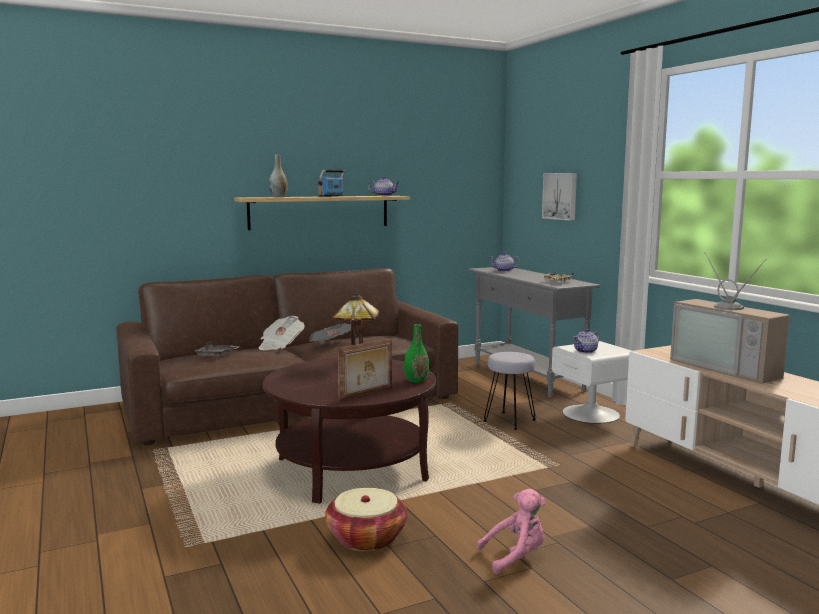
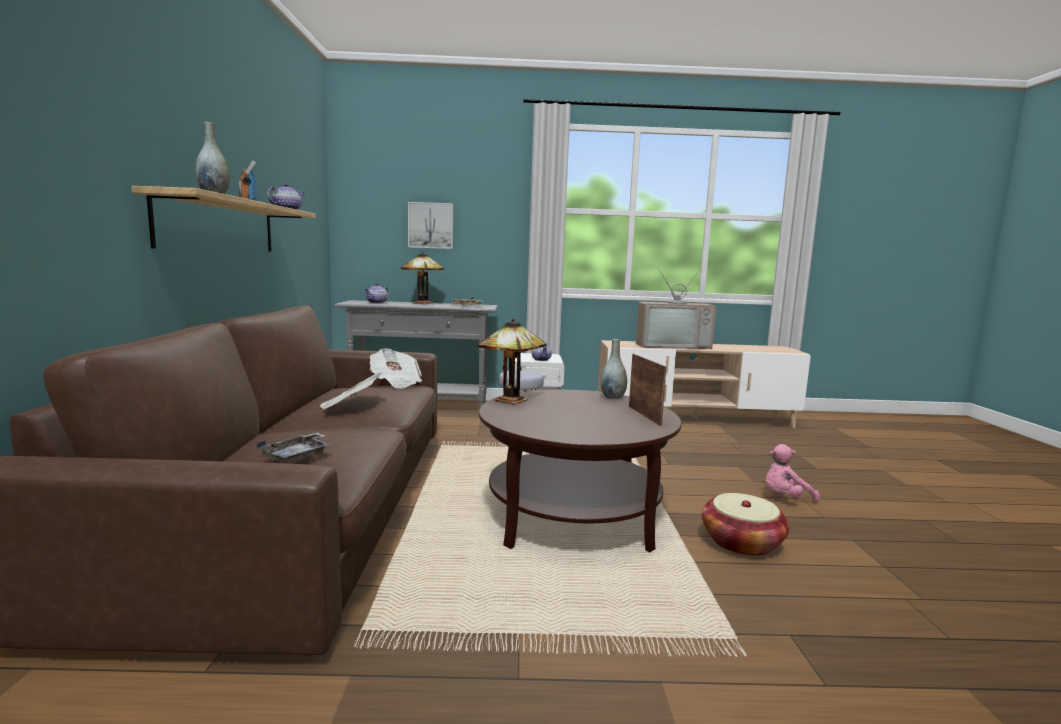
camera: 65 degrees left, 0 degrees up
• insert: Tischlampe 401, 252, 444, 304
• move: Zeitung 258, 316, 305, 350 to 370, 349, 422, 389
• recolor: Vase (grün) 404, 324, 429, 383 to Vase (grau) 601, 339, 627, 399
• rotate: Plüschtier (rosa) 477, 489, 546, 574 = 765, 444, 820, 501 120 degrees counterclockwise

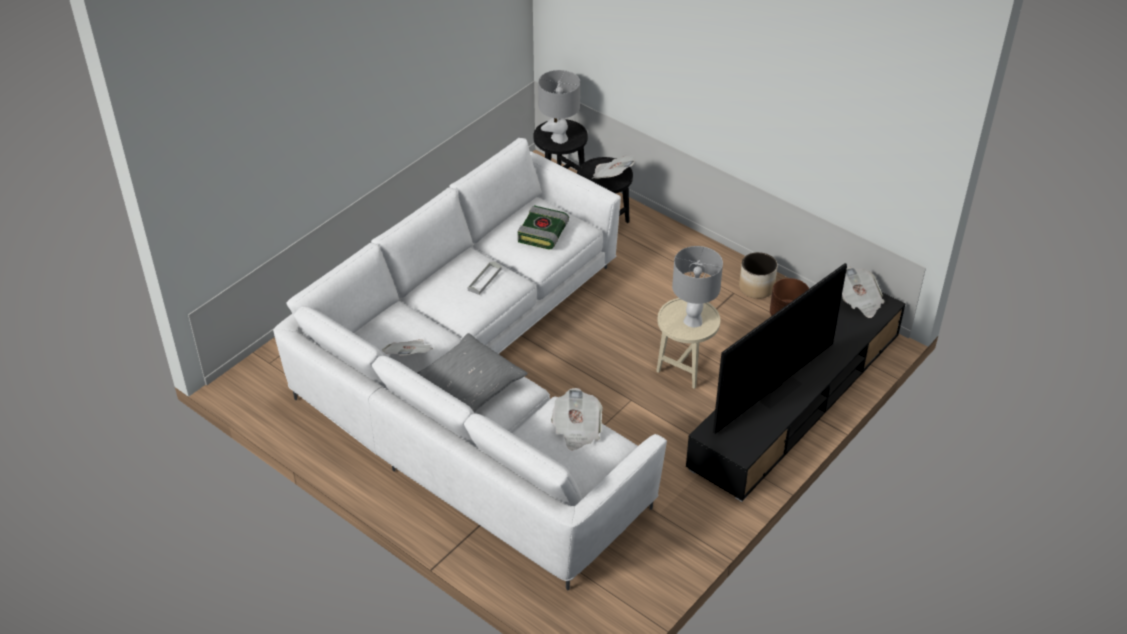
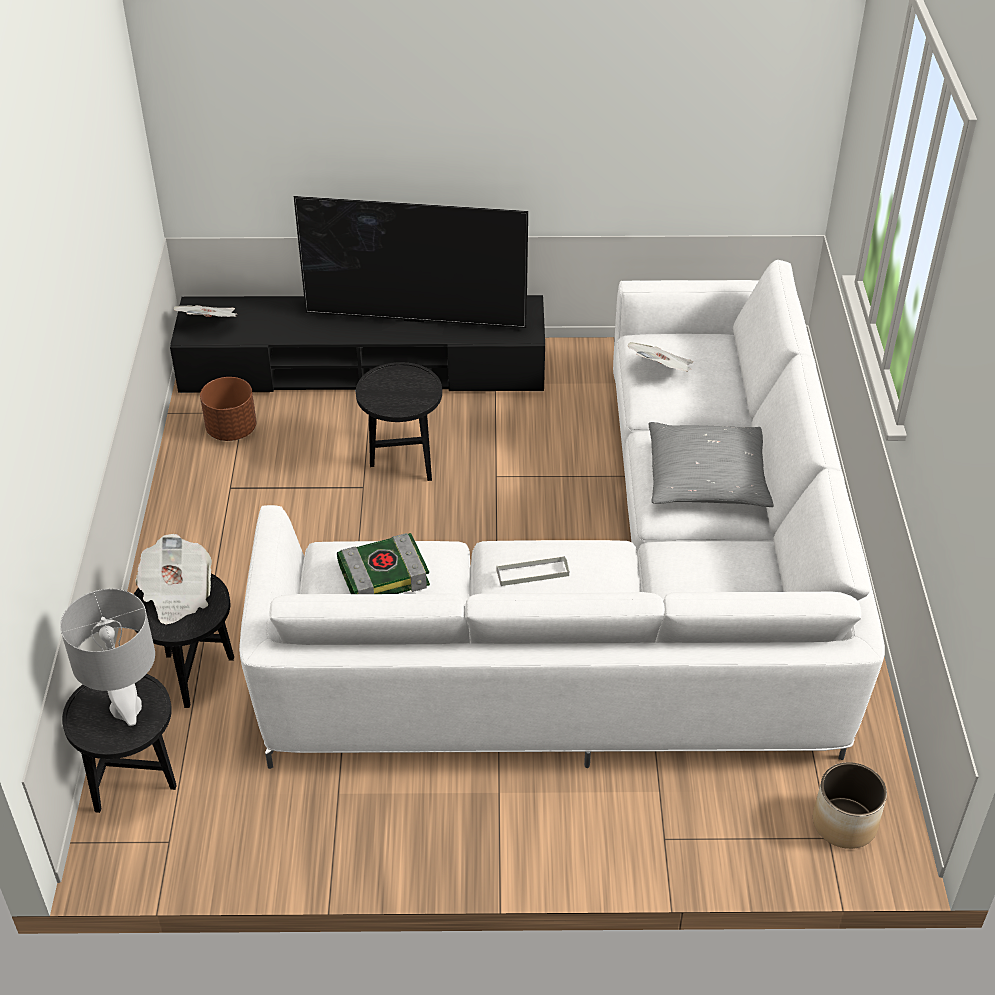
camera: 130 degrees left, 0 degrees up
• delete: Zeitung 382, 339, 433, 356
• delete: Tischlampe (grau) 672, 246, 723, 327
• move: Pflanzkübel 739, 252, 778, 299 to 813, 762, 887, 849
• recolor: Beistelltisch (beige) 656, 298, 720, 389 to Beistelltisch (schwarz) 356, 362, 442, 481

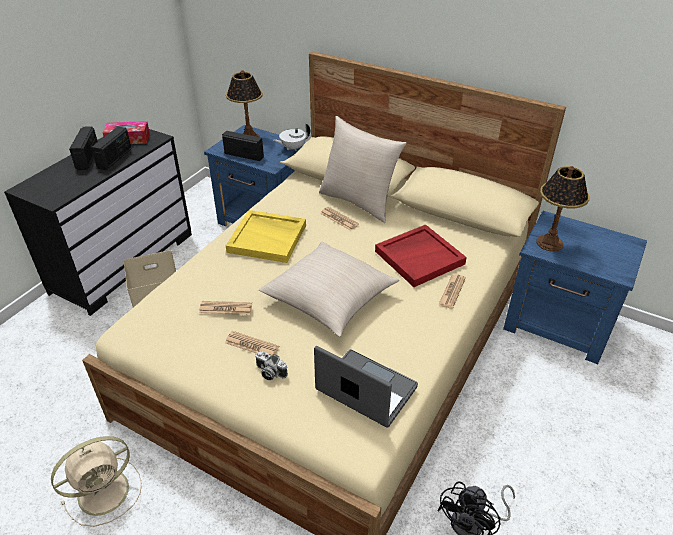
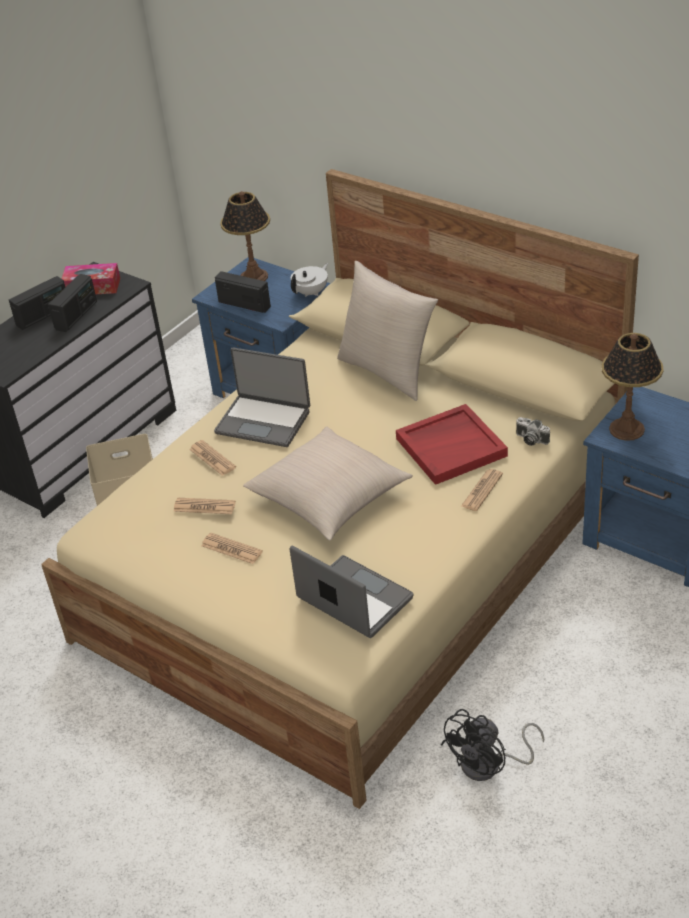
camera: 10 degrees right, 0 degrees up
• delete: Ventilator (beige) 51, 436, 142, 527
• move: Kamera 255, 351, 288, 380 to 516, 417, 550, 446
• move: Zeitung 320, 207, 359, 231 to 189, 440, 236, 476
• replace: Tablett (gelb) 226, 210, 306, 263 to Laptop 214, 348, 310, 447
• rotate: Radio 69, 126, 98, 170 = 9, 276, 65, 330 45 degrees clockwise
• rotate: Teekanne (weiß) 274, 123, 310, 151 = 291, 263, 328, 297 150 degrees clockwise

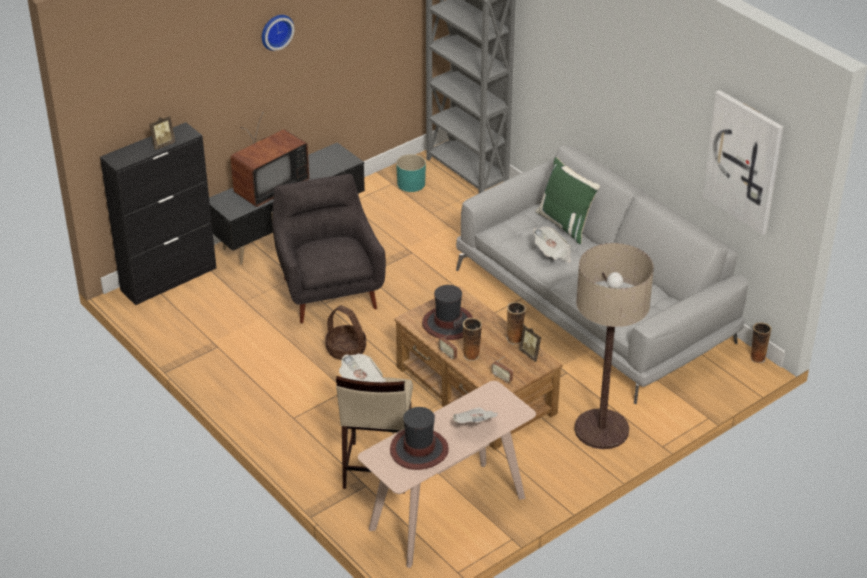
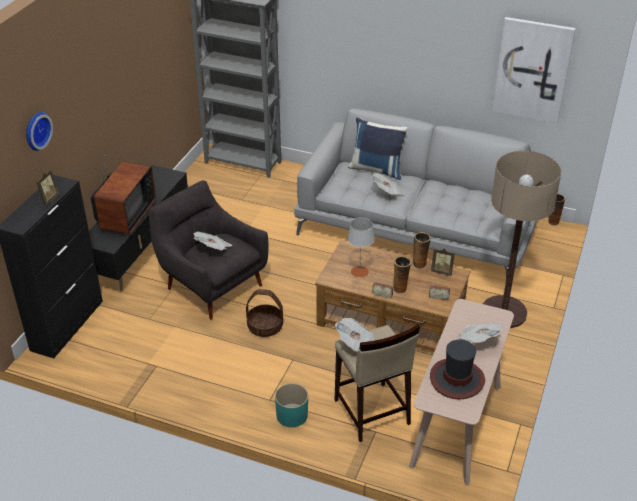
camera: 30 degrees left, 0 degrees up
• insert: Zeitung 193, 232, 233, 250
• move: Wanduhr 262, 15, 294, 51 to 26, 112, 53, 151
• move: Pflanzkübel (türkis) 396, 154, 426, 192 to 275, 383, 308, 427
• replace: Hut 422, 285, 473, 340 to Tischlampe (grau) 348, 217, 375, 278
• recolor: Kissen (grün) 536, 157, 600, 244 to Kissen (blau) 348, 118, 408, 180

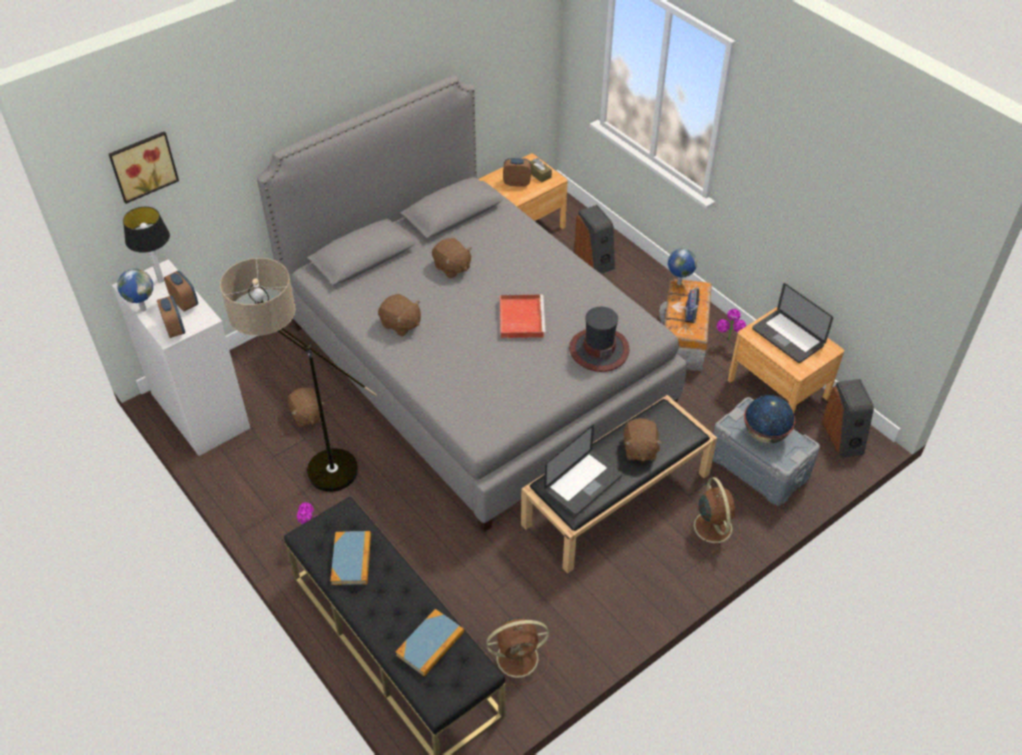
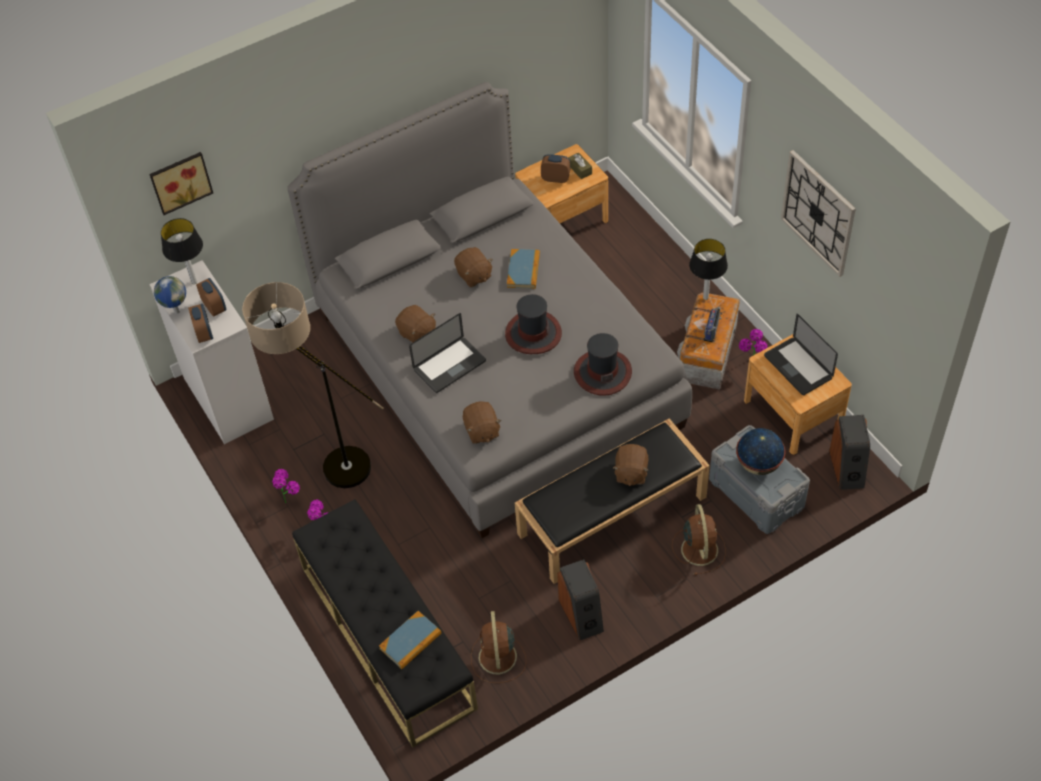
camera: 10 degrees right, 5 degrees up
• insert: Topfpflanze 272, 469, 300, 503
• insert: Wanduhr 781, 150, 856, 277
• move: Plüschtier (braun) 288, 388, 324, 427 to 463, 401, 501, 444
• move: Buch 331, 531, 371, 585 to 507, 249, 540, 289
• move: Laptop 544, 424, 622, 515 to 409, 313, 486, 393
• move: Lautsprecher 574, 205, 615, 274 to 557, 559, 604, 640
• replace: Tablett (rot) 500, 295, 546, 338 to Hut 505, 294, 562, 354
• replace: Globus 668, 248, 697, 285 to Tischlampe 689, 239, 728, 300
• rotate: Ventilator (braun) 485, 617, 549, 686 = 471, 611, 527, 683 90 degrees clockwise

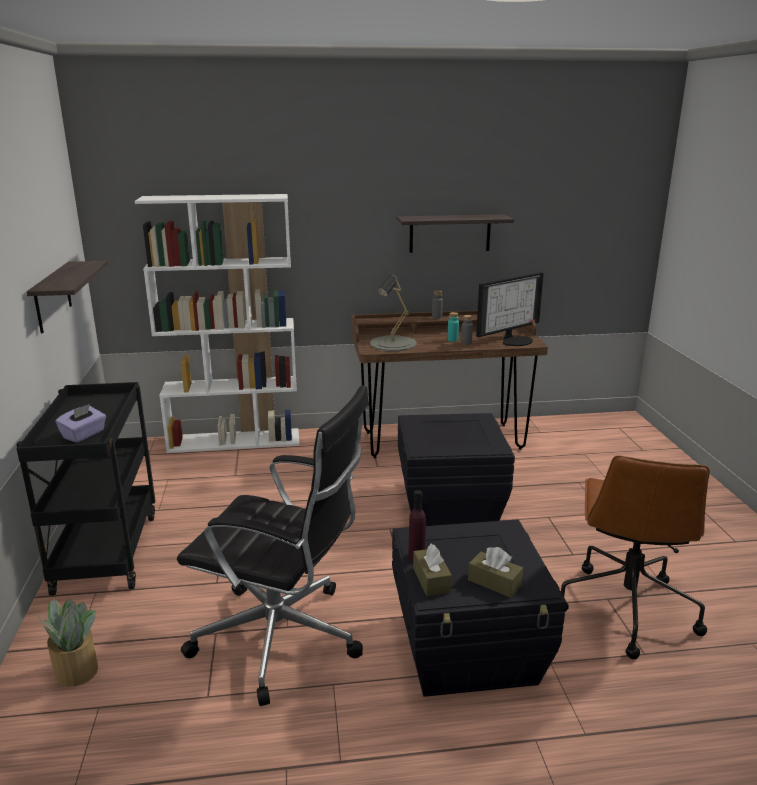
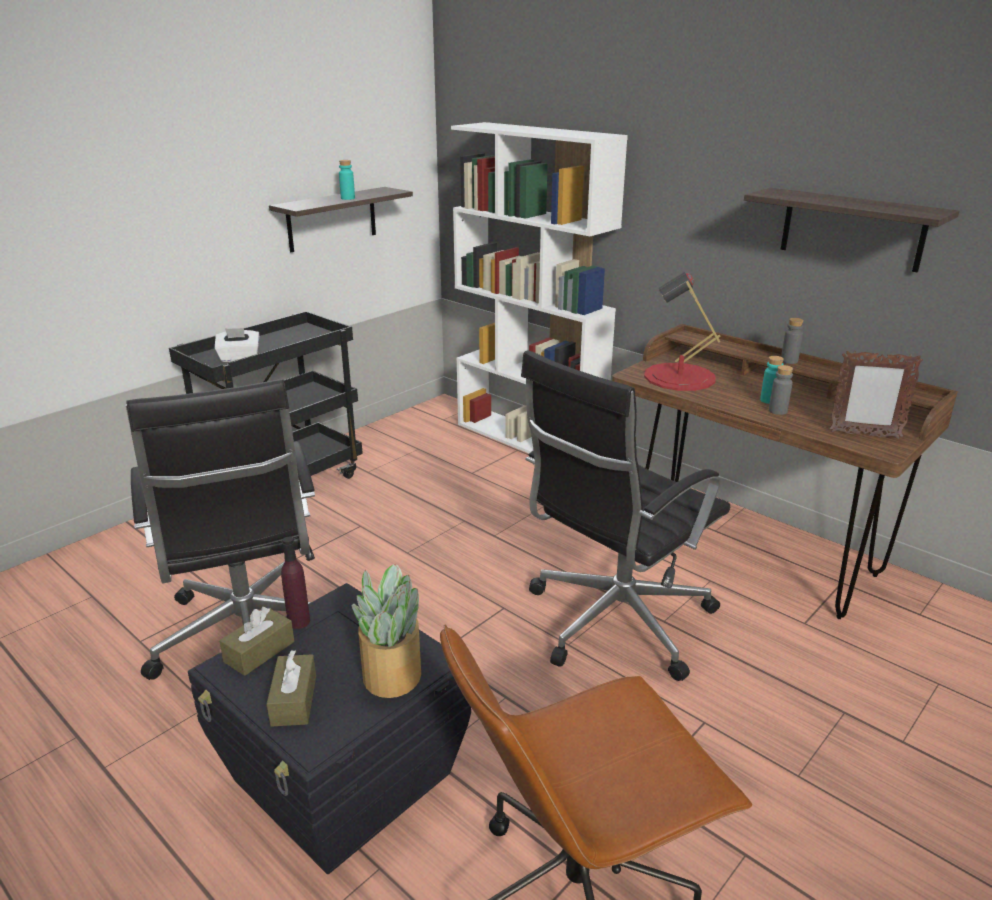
camera: 50 degrees right, 5 degrees up
• insert: Flasche (türkis) 339, 160, 355, 200
• move: Topfpflanze 36, 599, 98, 687 to 352, 564, 421, 698
• replace: Aufbewahrungsbox (schwarz) 398, 413, 515, 526 to Bürostuhl (schwarz) 521, 350, 730, 681
• replace: Monitor 476, 272, 544, 346 to Bilderrahmen 829, 351, 923, 439
• recolor: Taschentuchbox (lila) 55, 404, 106, 442 to Taschentuchbox (weiß) 215, 328, 260, 362
• recolor: Tischlampe (grau) 370, 275, 417, 351 to Tischlampe (rot) 644, 272, 720, 391

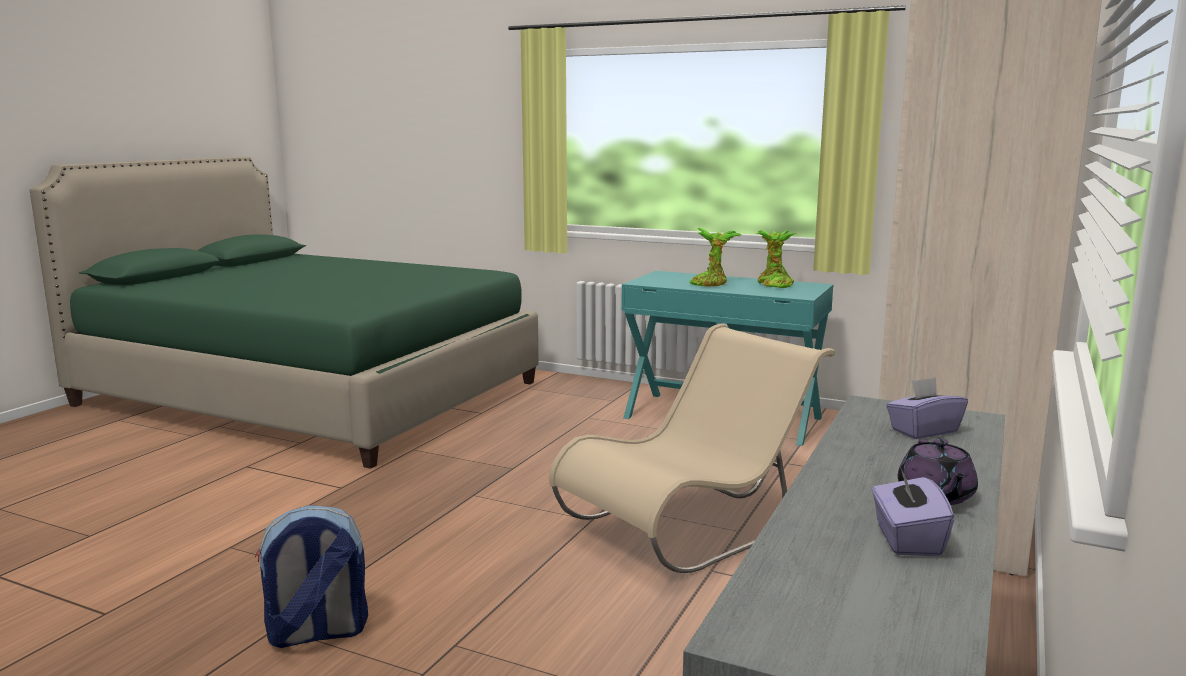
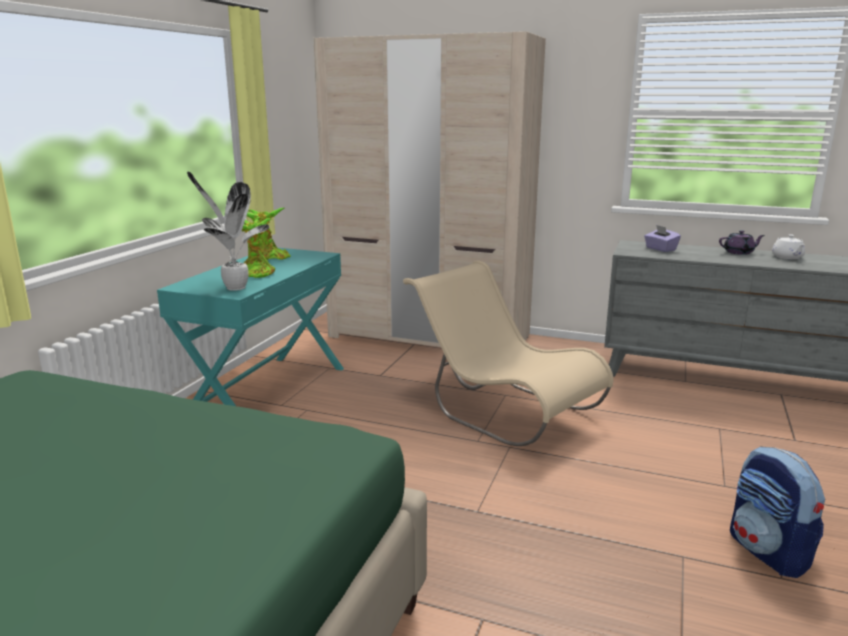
camera: 95 degrees left, 5 degrees up
• insert: Topfpflanze 187, 172, 269, 291
• replace: Taschentuchbox (lila) 872, 467, 954, 556 to Teekanne (weiß) 772, 234, 805, 259

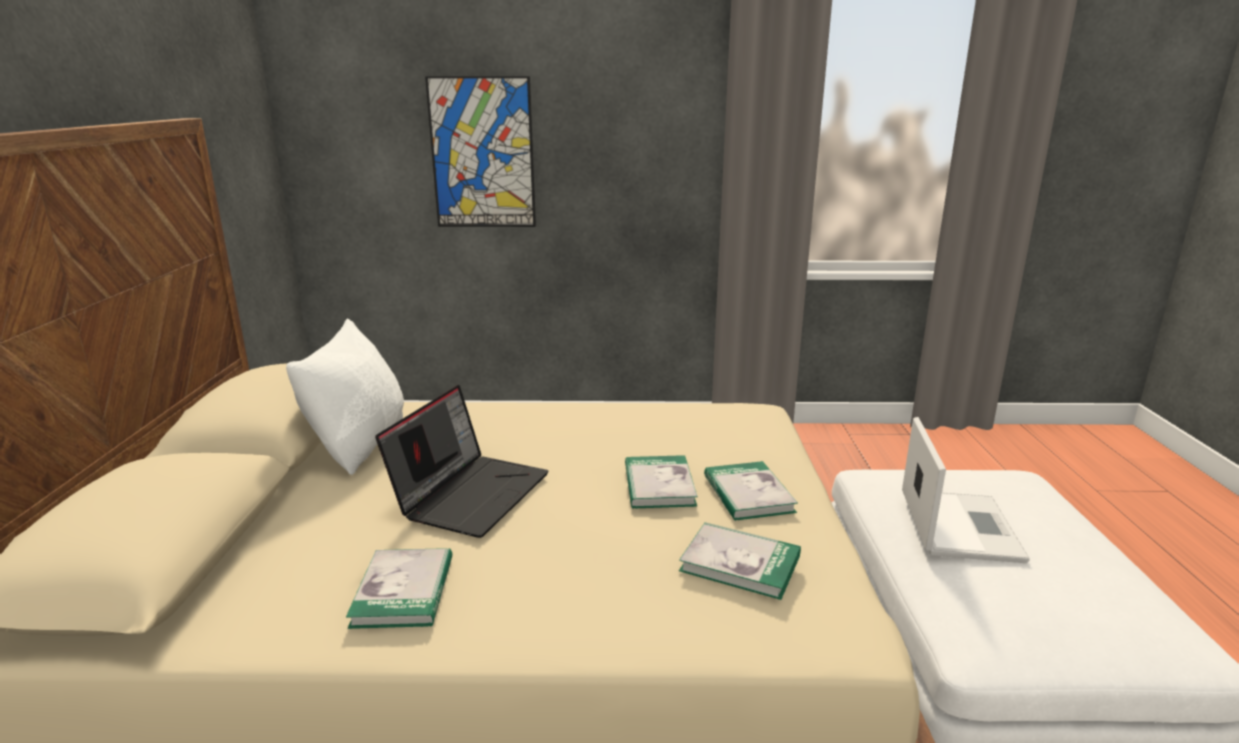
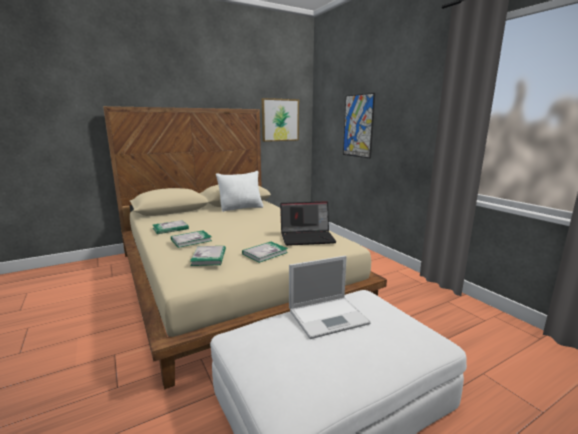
camera: 60 degrees right, 5 degrees down
• insert: Bild 262, 98, 299, 142
• move: Laptop 375, 385, 549, 538 to 280, 201, 337, 246
• move: Buch 625, 455, 698, 509 to 171, 230, 212, 248

